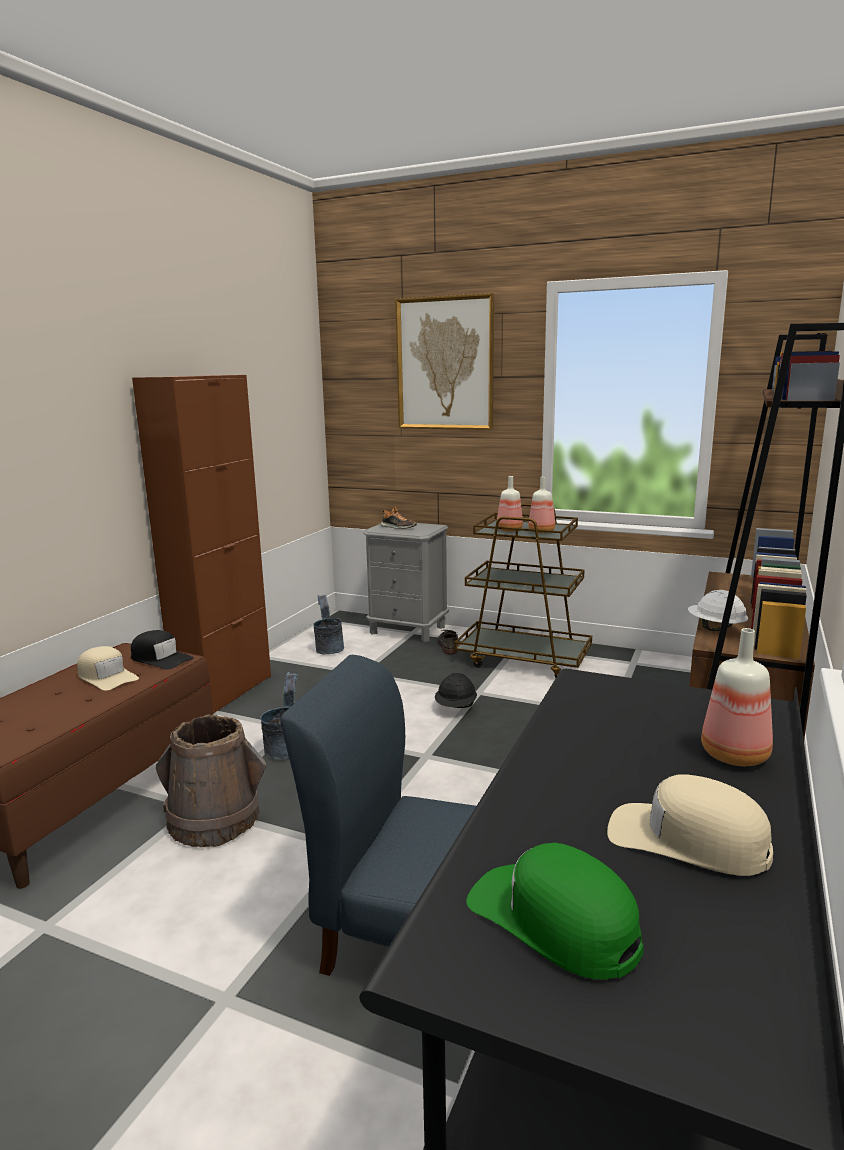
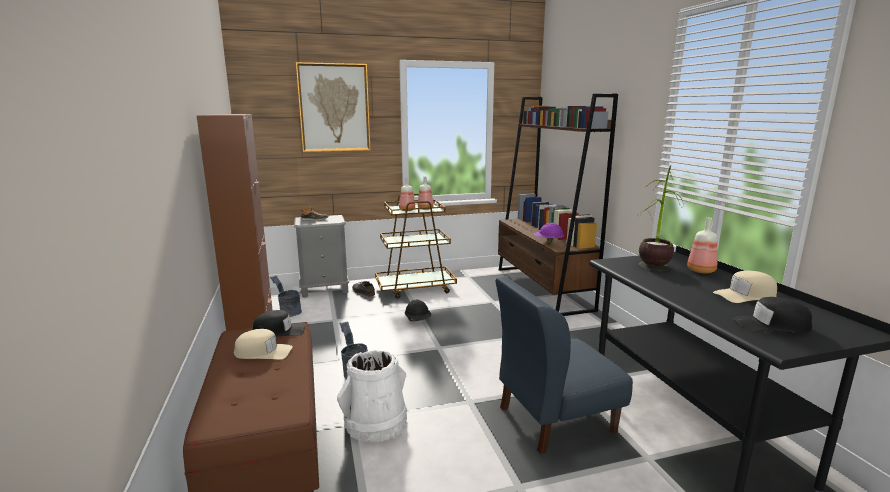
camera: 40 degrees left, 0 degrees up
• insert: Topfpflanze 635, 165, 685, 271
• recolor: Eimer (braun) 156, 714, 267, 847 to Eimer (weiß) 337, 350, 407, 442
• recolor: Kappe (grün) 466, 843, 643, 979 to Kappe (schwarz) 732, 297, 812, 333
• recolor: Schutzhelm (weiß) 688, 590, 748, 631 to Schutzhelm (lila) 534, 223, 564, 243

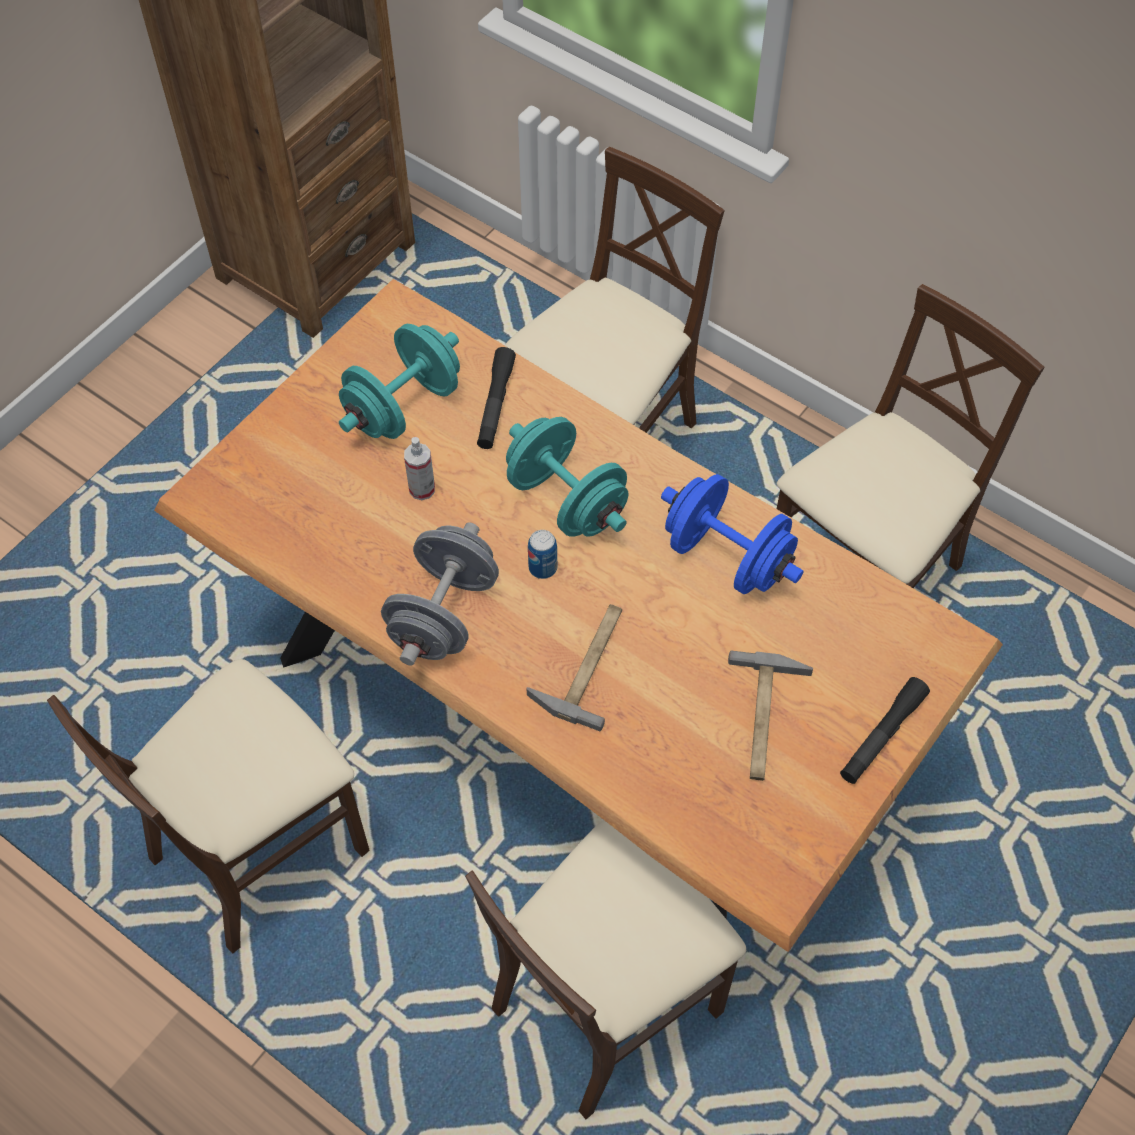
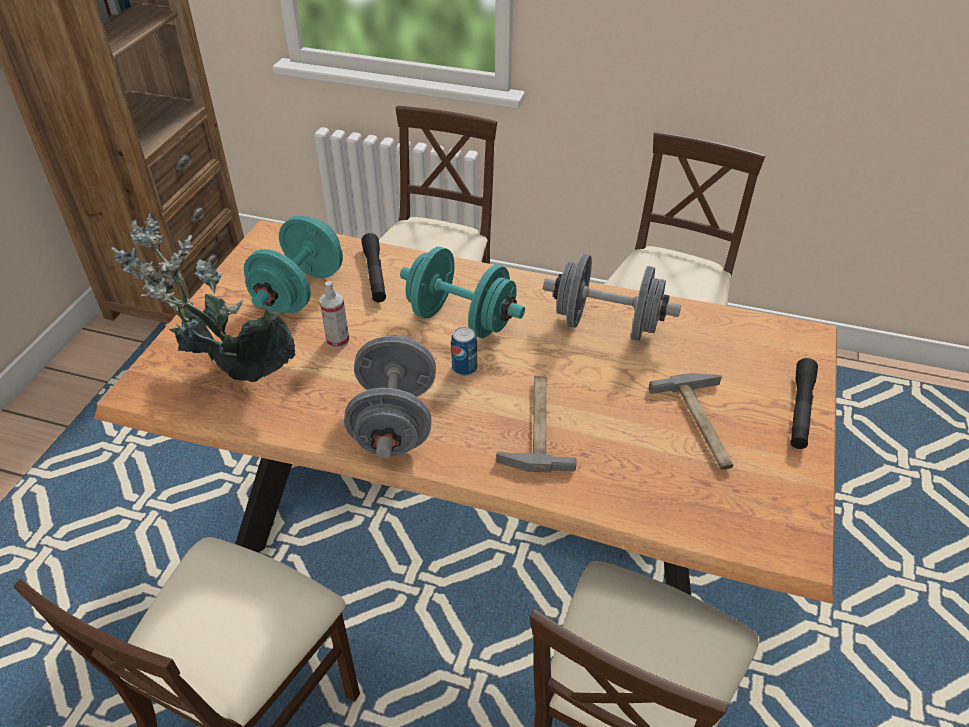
camera: 20 degrees left, 15 degrees down
• insert: Topfpflanze 112, 213, 295, 382
• recolor: Hantel (blau) 661, 474, 803, 594 to Hantel (grau) 543, 254, 681, 341

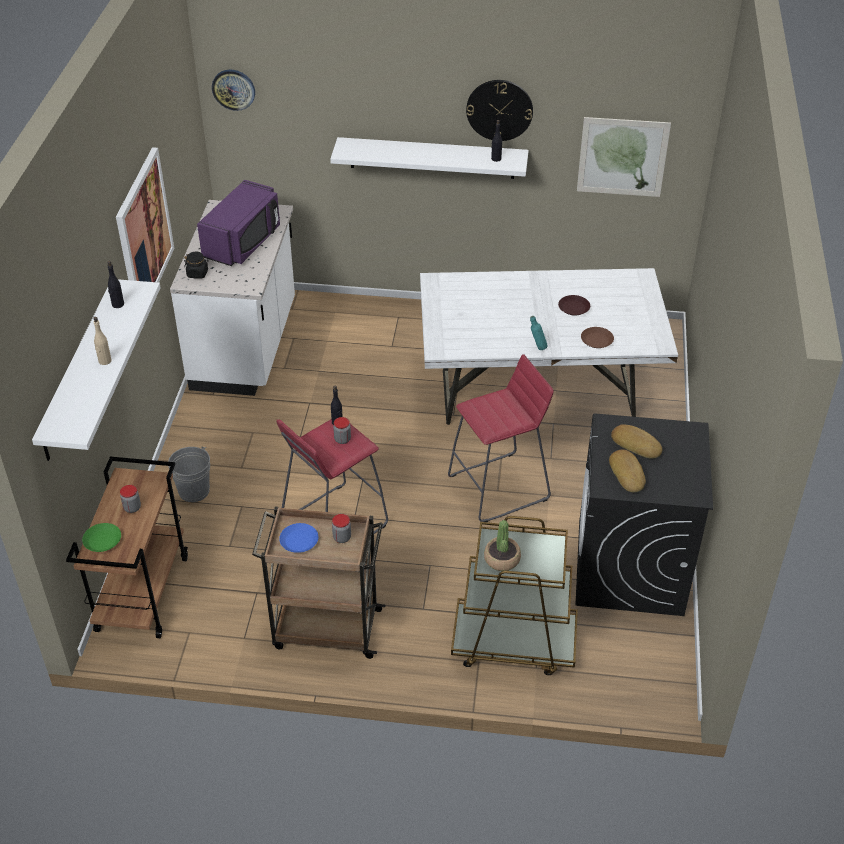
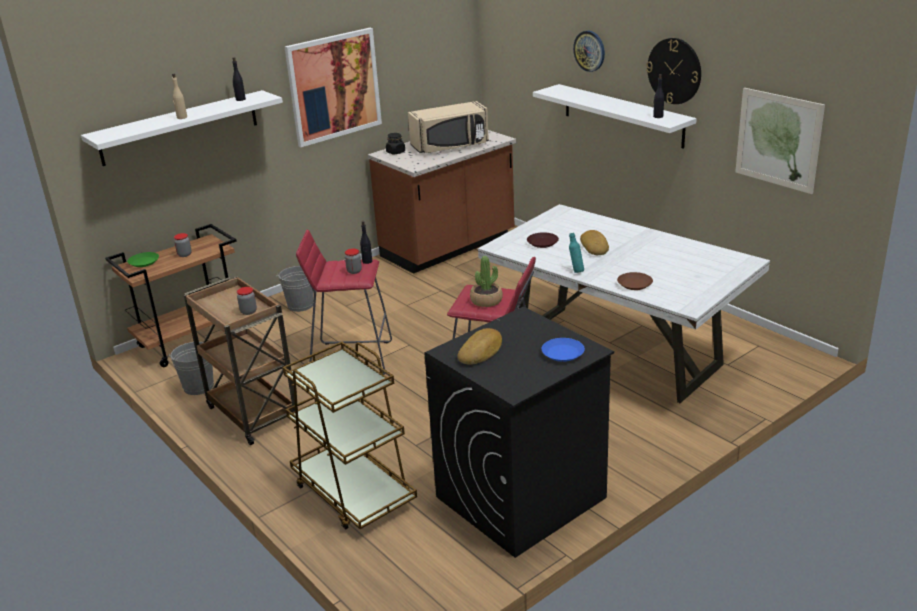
camera: 45 degrees right, 15 degrees down
• insert: Eimer (grau) 168, 342, 214, 395
• move: Wanduhr 212, 70, 255, 111 to 573, 31, 605, 72
• move: Teller (blau) 279, 523, 318, 553 to 542, 338, 585, 362
• move: Topfpflanze 484, 520, 521, 571 to 470, 256, 503, 307
• move: Teller (braun) 558, 295, 590, 315 to 527, 232, 559, 248
• move: Brot 611, 424, 663, 459 to 580, 230, 609, 255
• recolor: Küchenzeile (weiß) 170, 200, 295, 396 to Küchenzeile (braun) 368, 130, 516, 274
• recolor: Mikrowelle (lila) 197, 180, 280, 266 to Mikrowelle (beige) 408, 101, 489, 153

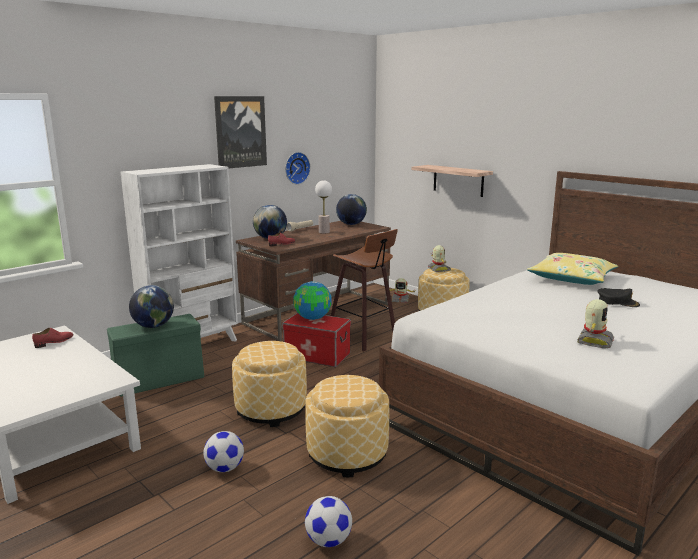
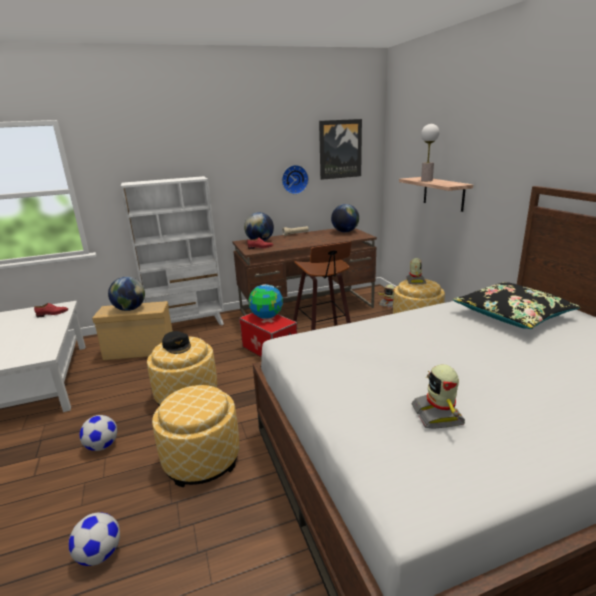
camera: 25 degrees right, 5 degrees up
• move: Bild 214, 96, 267, 168 to 319, 119, 362, 180
• move: Tischlampe 315, 180, 332, 234 to 421, 124, 439, 181
• move: Kappe (schwarz) 598, 288, 640, 307 to 162, 331, 191, 354
• recolor: Aufbewahrungsbox (grün) 107, 314, 204, 397 to Aufbewahrungsbox (beige) 92, 301, 173, 360
• recolor: Kissen (gelb) 527, 253, 618, 285 to Kissen (schwarz) 453, 282, 581, 329
• rotate: Spielzeugroboter 577, 299, 614, 348 = 412, 364, 465, 429 120 degrees clockwise

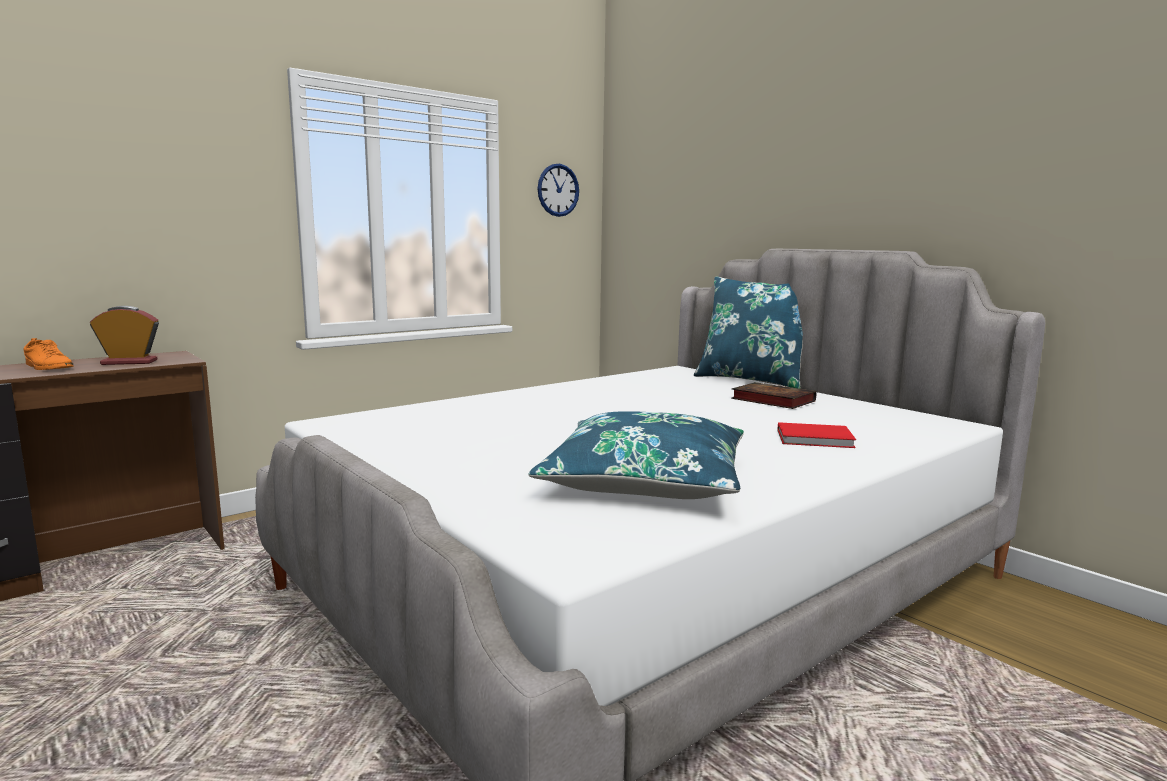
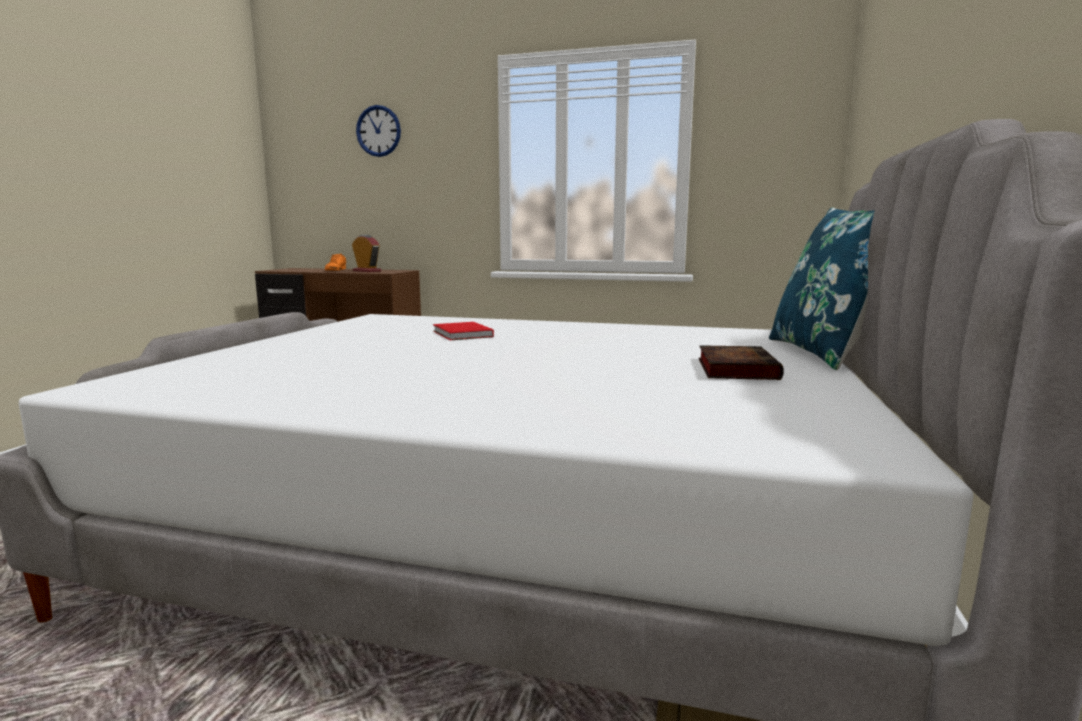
camera: 55 degrees right, 0 degrees up
• delete: Kissen (blau) 528, 411, 744, 499
• move: Wanduhr 538, 164, 579, 217 to 356, 105, 401, 157
• move: Buch (rot) 777, 422, 856, 448 to 433, 322, 494, 340

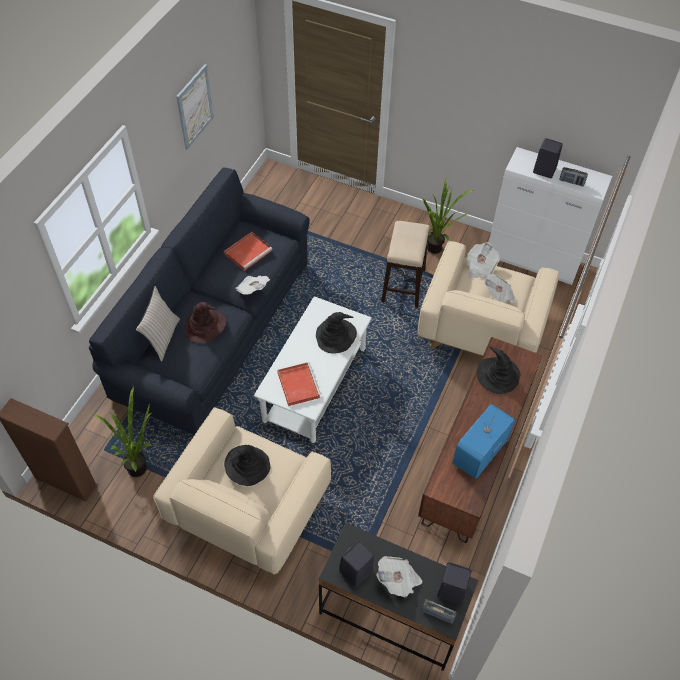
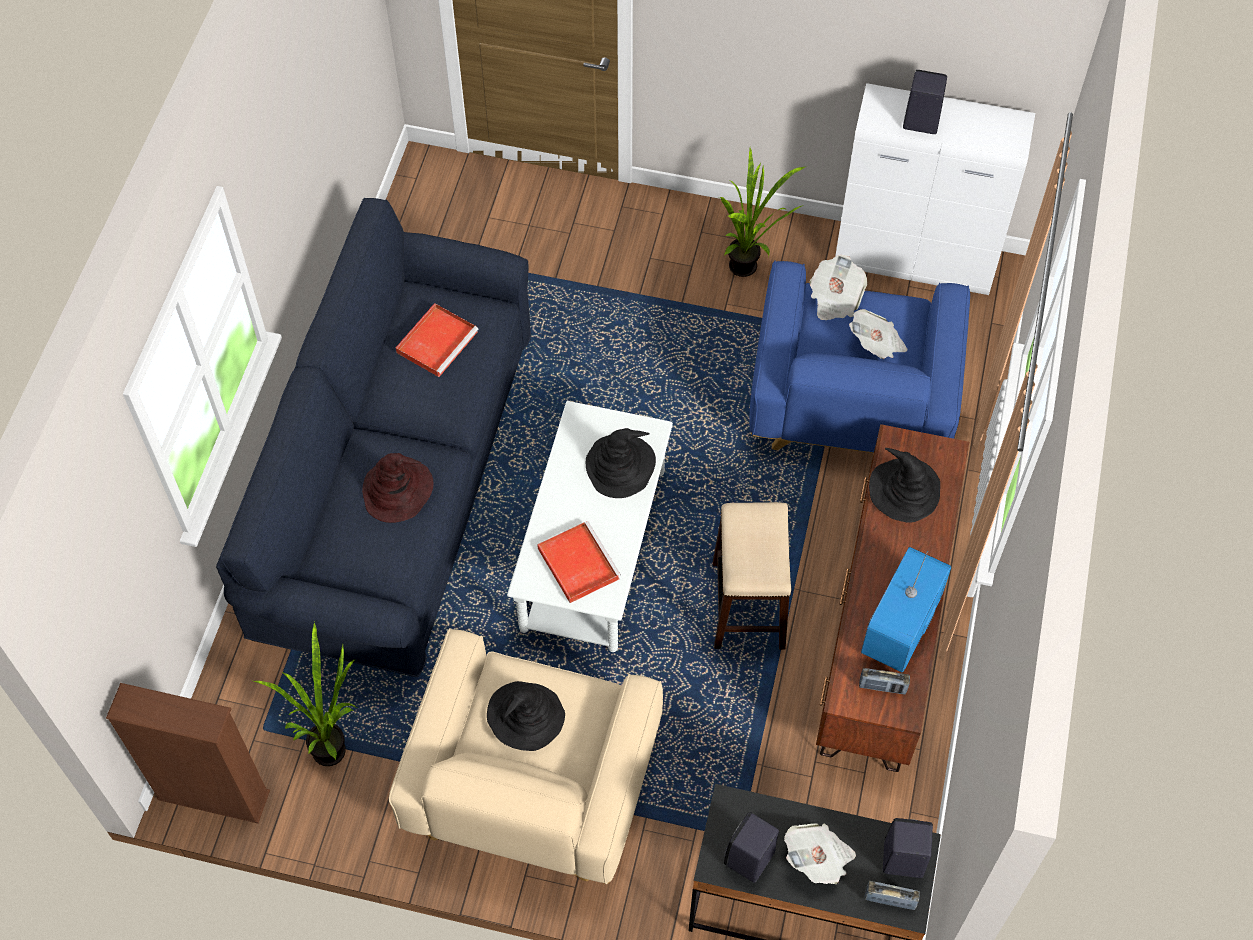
camera: 10 degrees left, 5 degrees up
• delete: Kissen (beige) 136, 286, 180, 362
• delete: Bild 176, 64, 214, 150
• delete: Zeitung 235, 276, 270, 295
• move: Hocker 381, 221, 430, 308 to 713, 502, 791, 650
• move: Radio 559, 167, 588, 186 to 859, 668, 910, 694
• recolor: Sessel (beige) 418, 241, 559, 356 to Sessel (blau) 749, 261, 970, 453

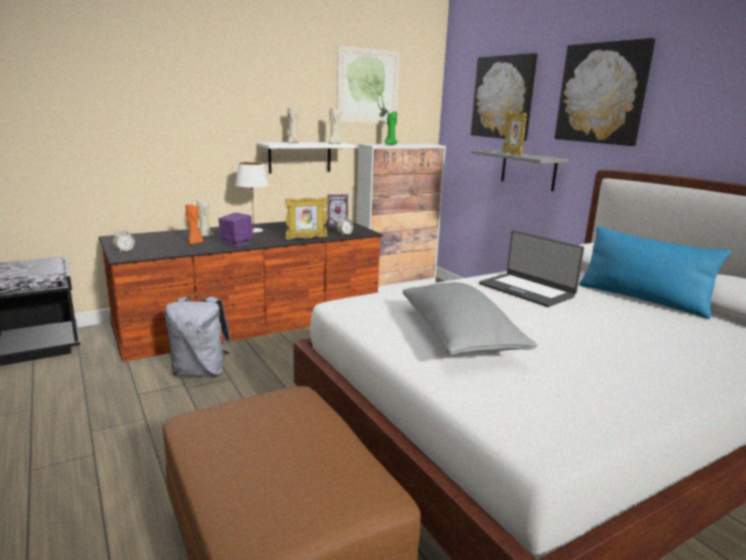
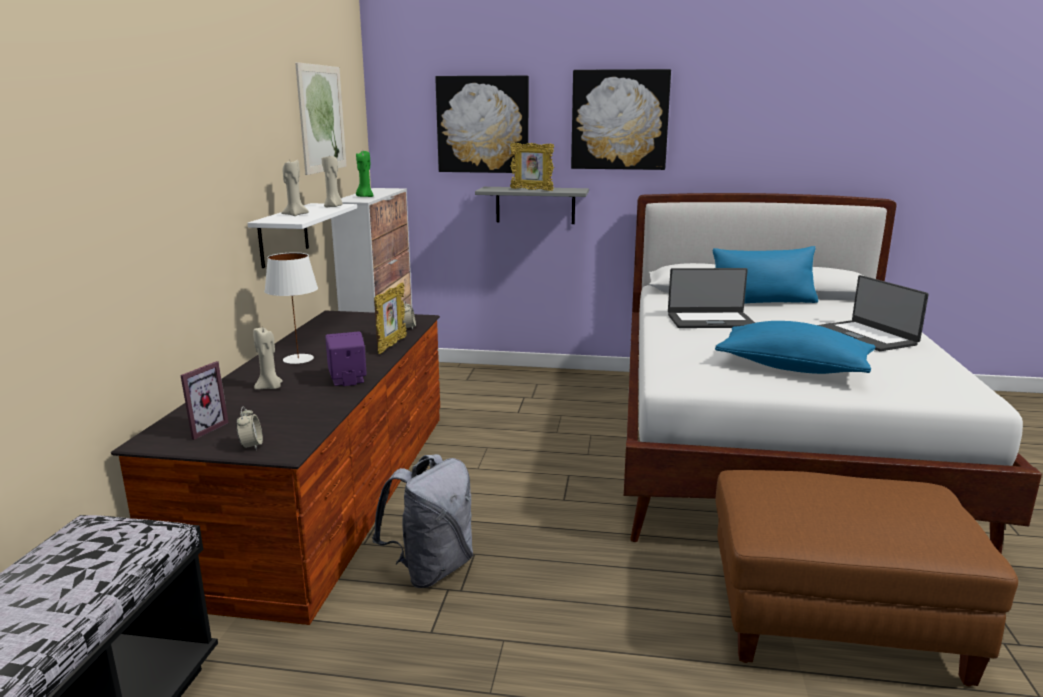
camera: 50 degrees left, 0 degrees up
• delete: Kerze (orange) 186, 204, 204, 244
• insert: Laptop 818, 275, 929, 351
• move: Bilderrahmen 327, 194, 348, 226 to 180, 361, 229, 440
• recolor: Kissen (grau) 402, 282, 537, 355 to Kissen (blau) 715, 321, 875, 374

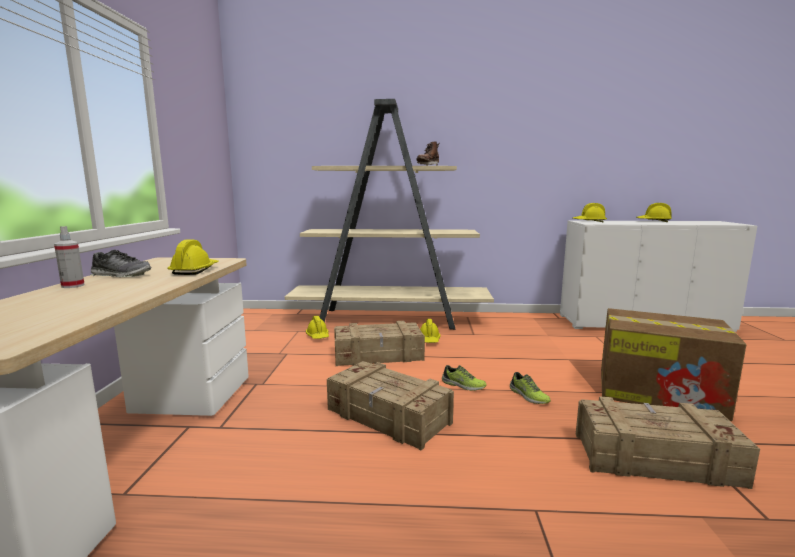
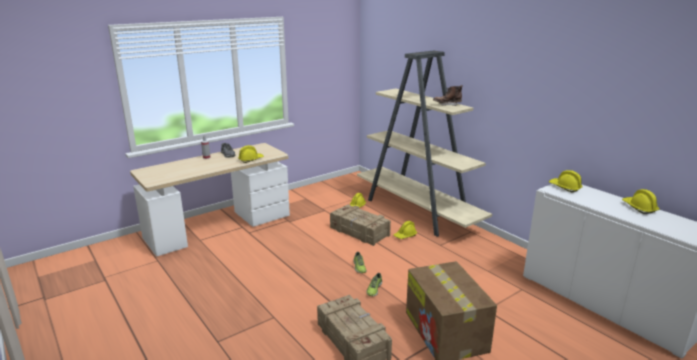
camera: 50 degrees right, 10 degrees up
• delete: Kiste 327, 361, 454, 451

